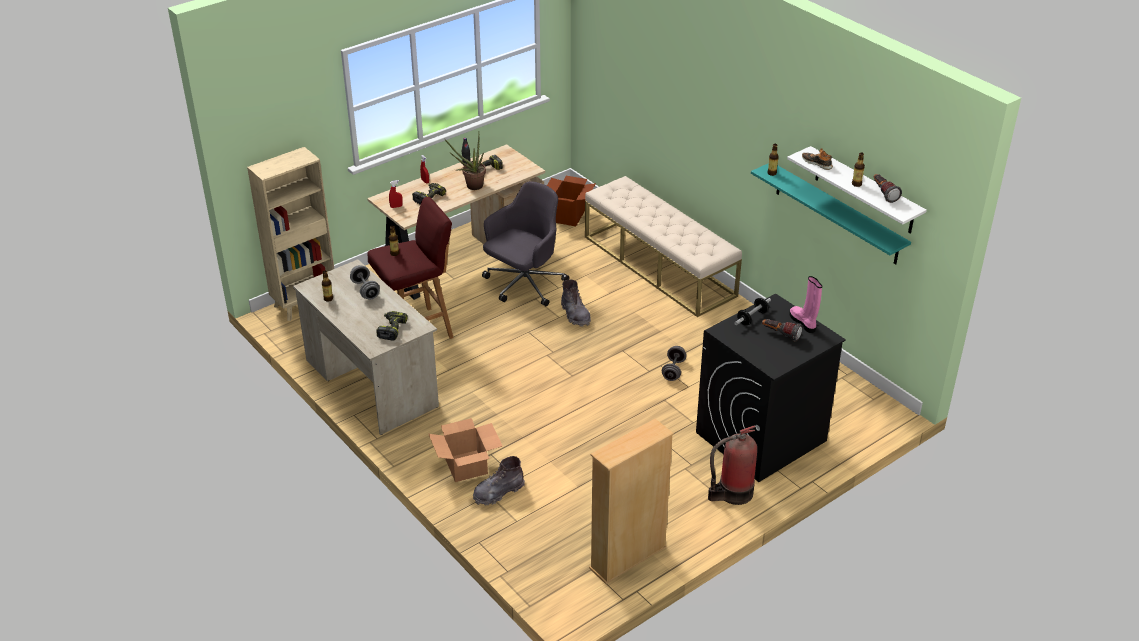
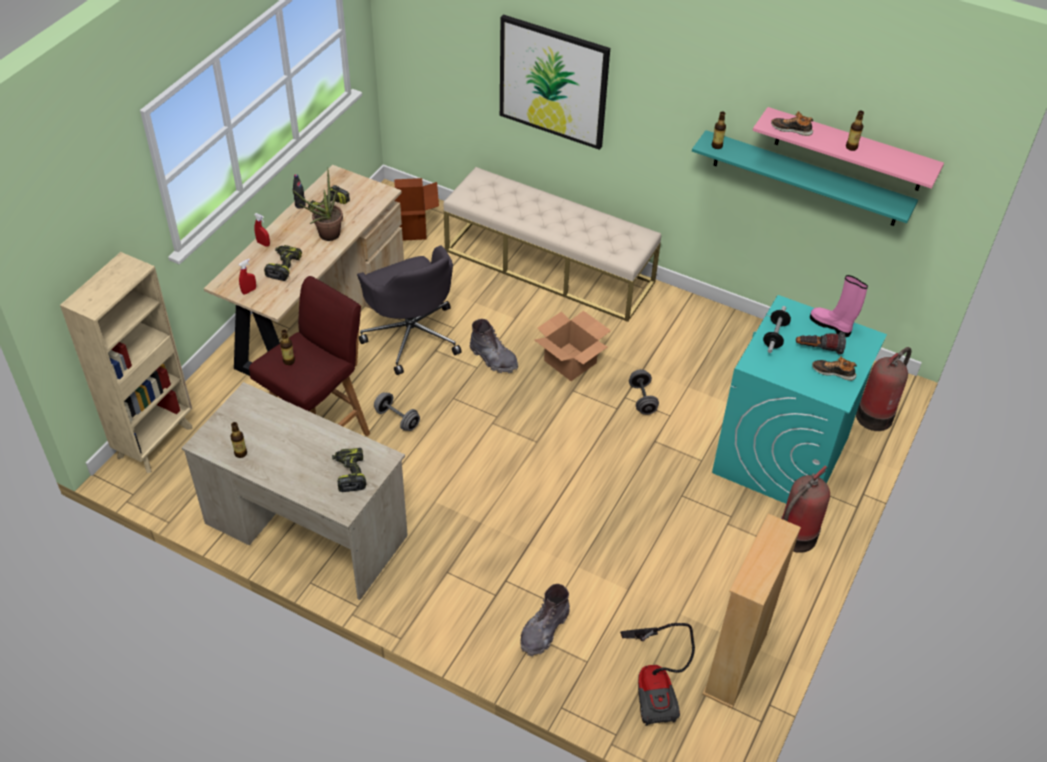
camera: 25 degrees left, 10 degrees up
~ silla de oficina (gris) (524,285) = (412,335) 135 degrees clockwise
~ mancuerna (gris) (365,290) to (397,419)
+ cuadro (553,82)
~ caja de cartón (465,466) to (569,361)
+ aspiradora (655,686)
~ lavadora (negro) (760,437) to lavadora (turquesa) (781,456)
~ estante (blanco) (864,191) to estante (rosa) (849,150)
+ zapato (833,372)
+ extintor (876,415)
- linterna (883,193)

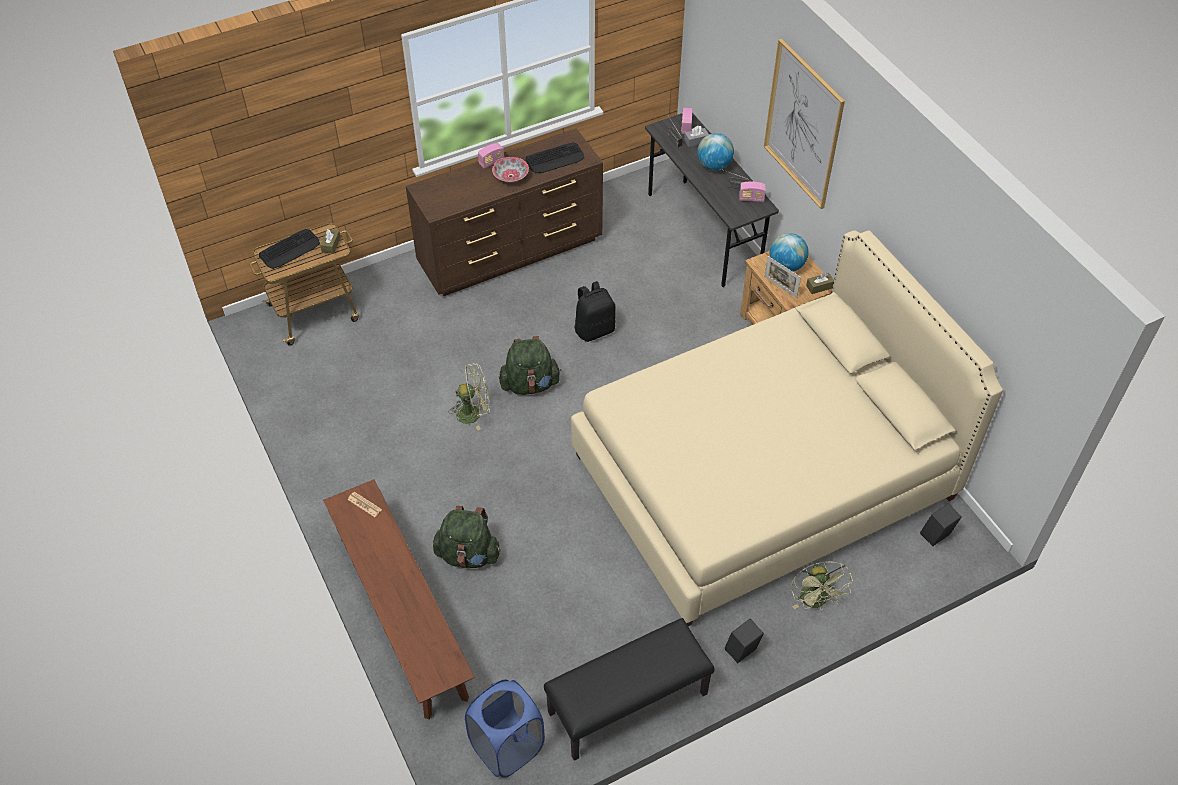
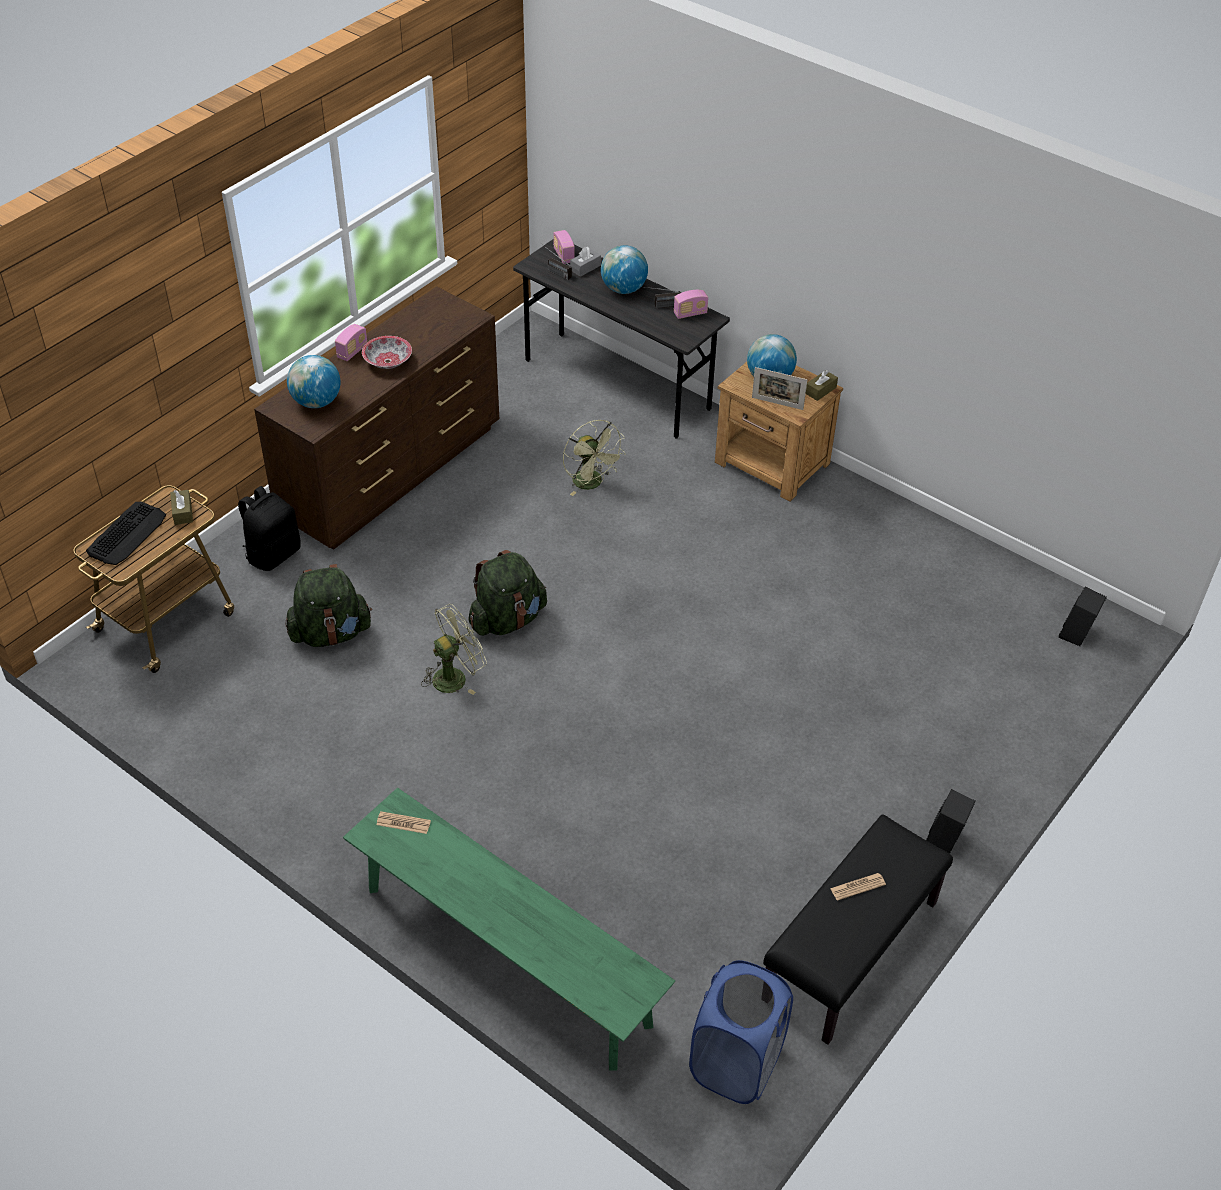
camera: 25 degrees left, 5 degrees down
~ mochila (negro) (594,329) to (273,554)
~ mochila (verde) (468,555) to (331,633)
+ globo terráqueo (316,402)
~ banco (marrón) (402,616) to banco (verde) (506,955)
~ ventilador (verde) (816,602) to (592,484)
+ periódico (857,887)
- teclado (555,159)
- cama (beis) (762,476)
- cuadro (803,124)

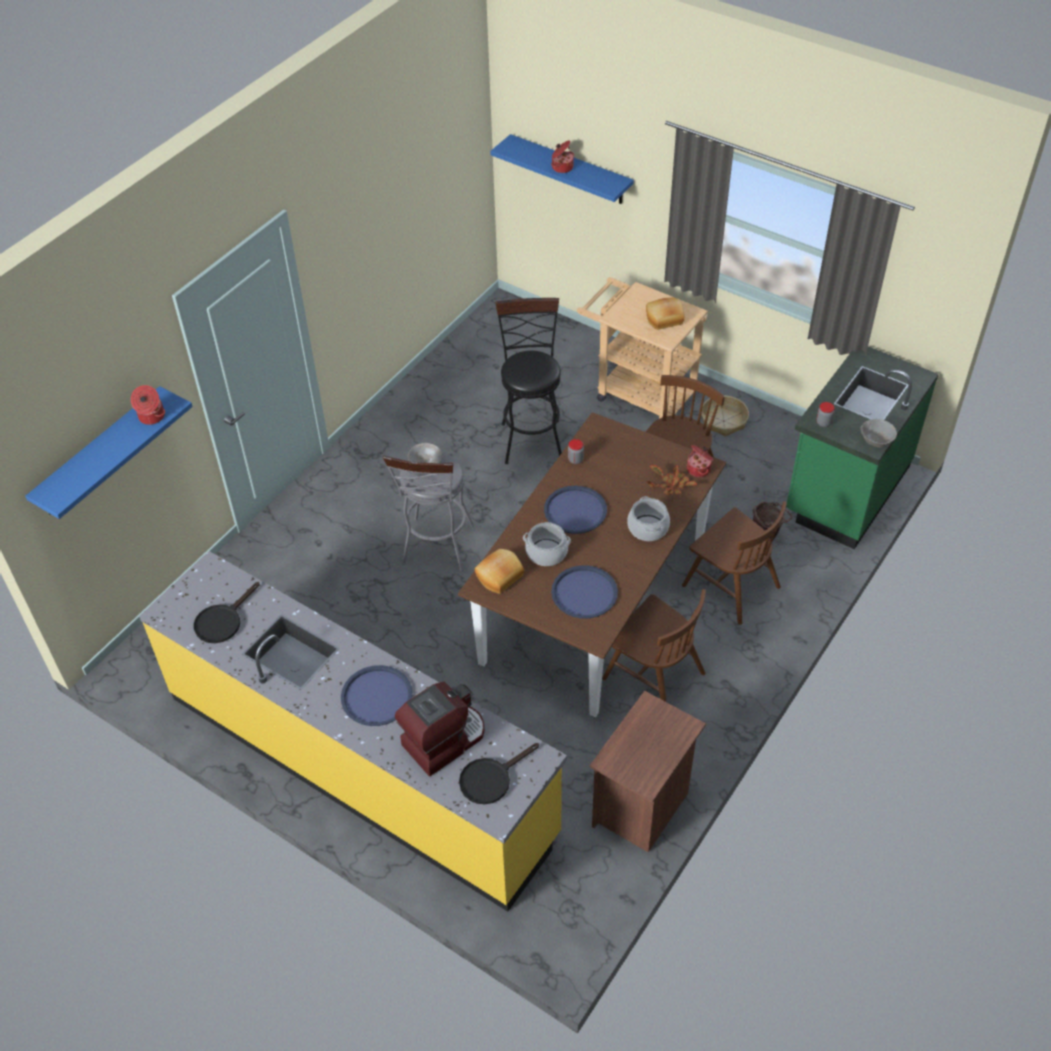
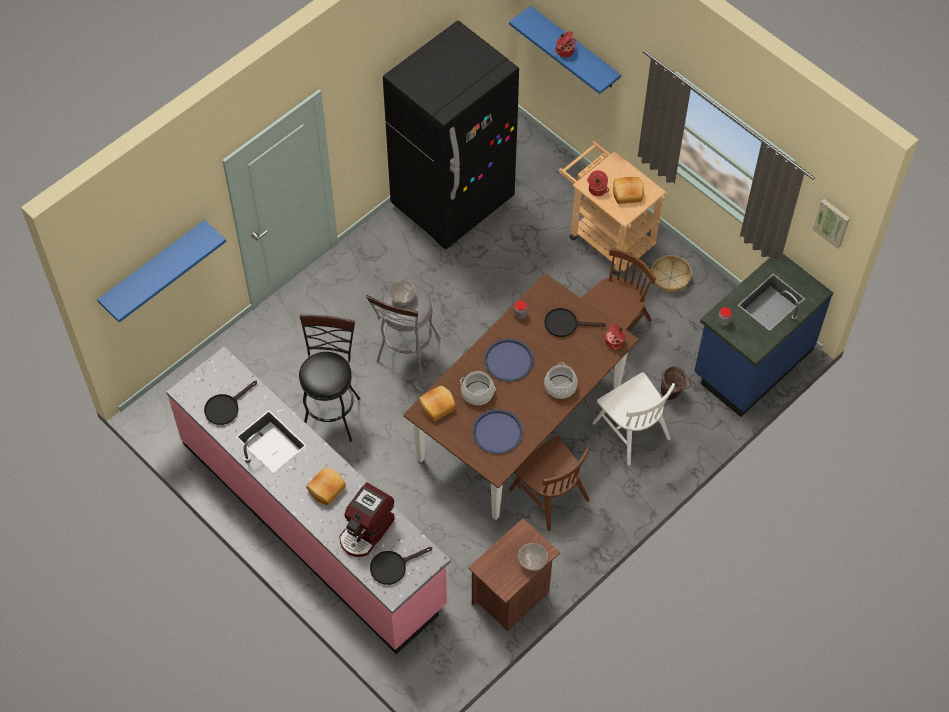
camera: 10 degrees right, 10 degrees up
~ mueble bajo de cocina (amarillo) (360,764) to mueble bajo de cocina (rosa) (313,523)
~ taburete (negro) (531,436) to (331,411)
~ bandeja (azul) (376,696) to pan (326,489)
~ cafetera (444,740) = (366,531) 150 degrees clockwise
+ nevera (negro) (453,201)
~ cuenco (gris) (876,442) to (532,562)
+ sartén (negro) (566,324)
~ olla (151,417) to (597,190)
~ silla (marrón) (730,586) to silla (blanco) (631,430)
~ mueble bajo de cocina (verde) (845,490) to mueble bajo de cocina (azul) (752,362)
+ cuadro (832,222)
- planta en maceta (671,486)

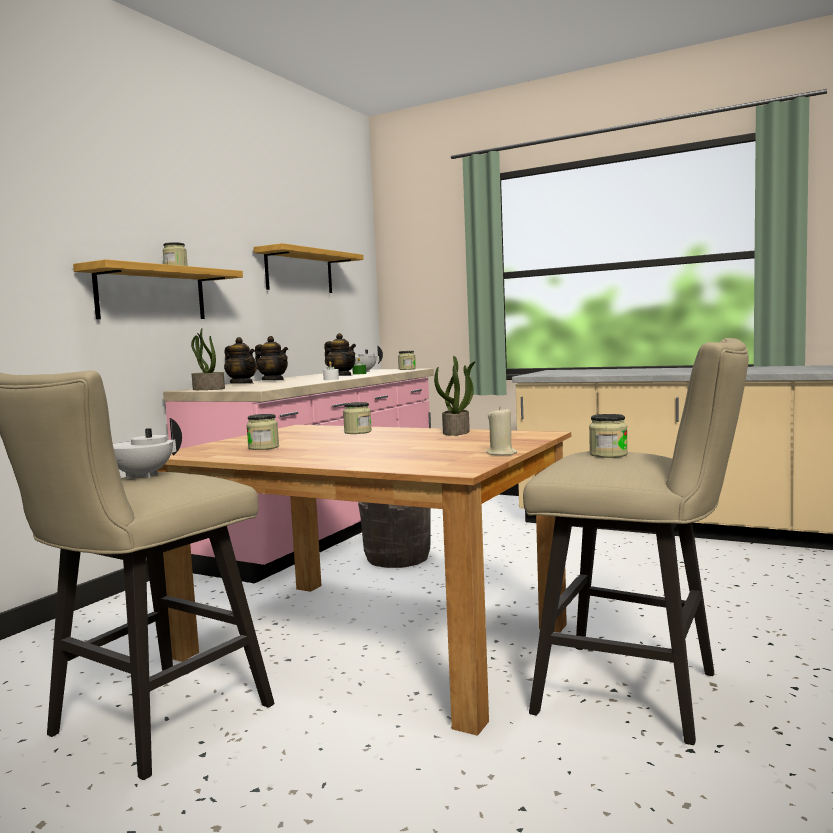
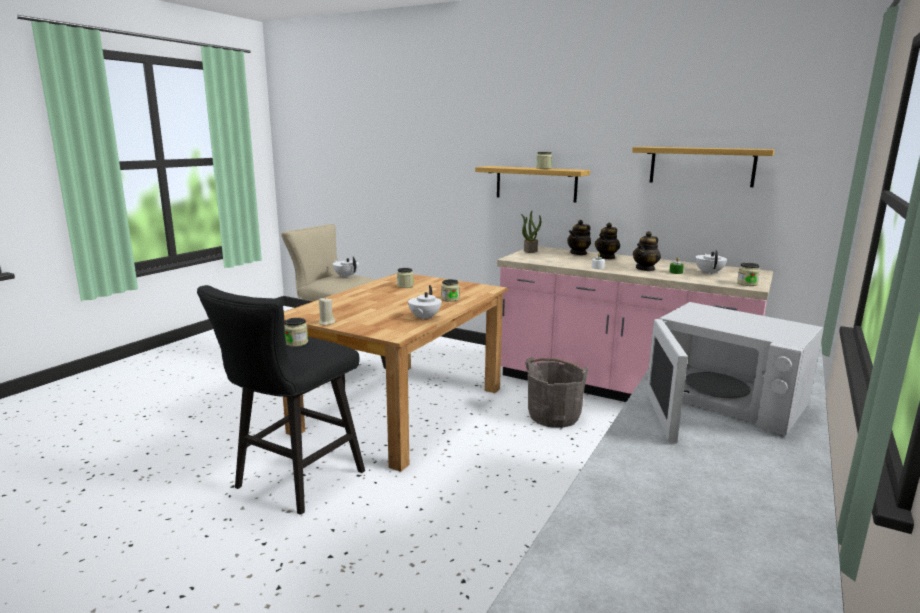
camera: 90 degrees right, 10 degrees up
~ taburete (beis) (641,694) to taburete (negro) (293,483)
~ planta en maceta (456,432) to tetera (blanco) (424,318)
+ microondas (blanco) (721,401)

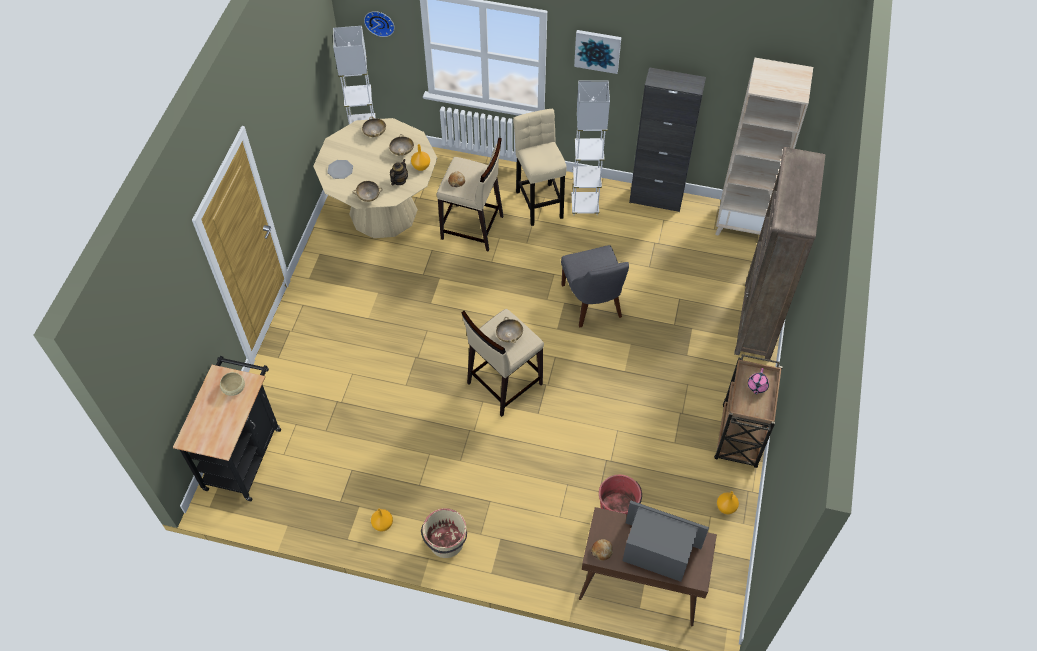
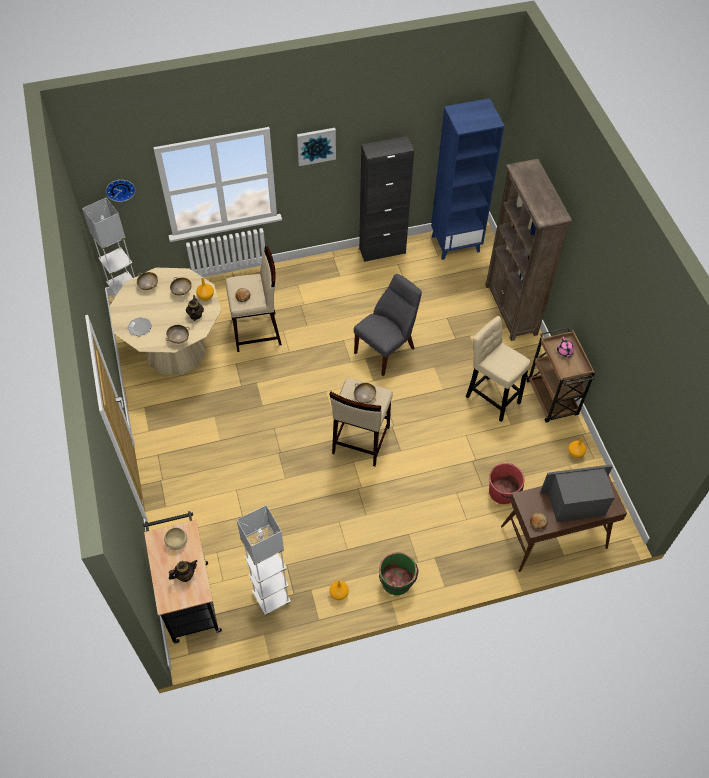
camera: 30 degrees left, 0 degrees up
+ tetera (185,575)
~ lámpara de pie (blanco) (585,205) to (271,598)
~ silla (gris) (592,303) = (387,349) 90 degrees counterclockwise
~ cubo (beis) (446,543) to cubo (verde) (396,582)
~ estantería (beis) (742,224) to estantería (azul) (455,243)
~ taburete (beis) (539,201) to (491,397)

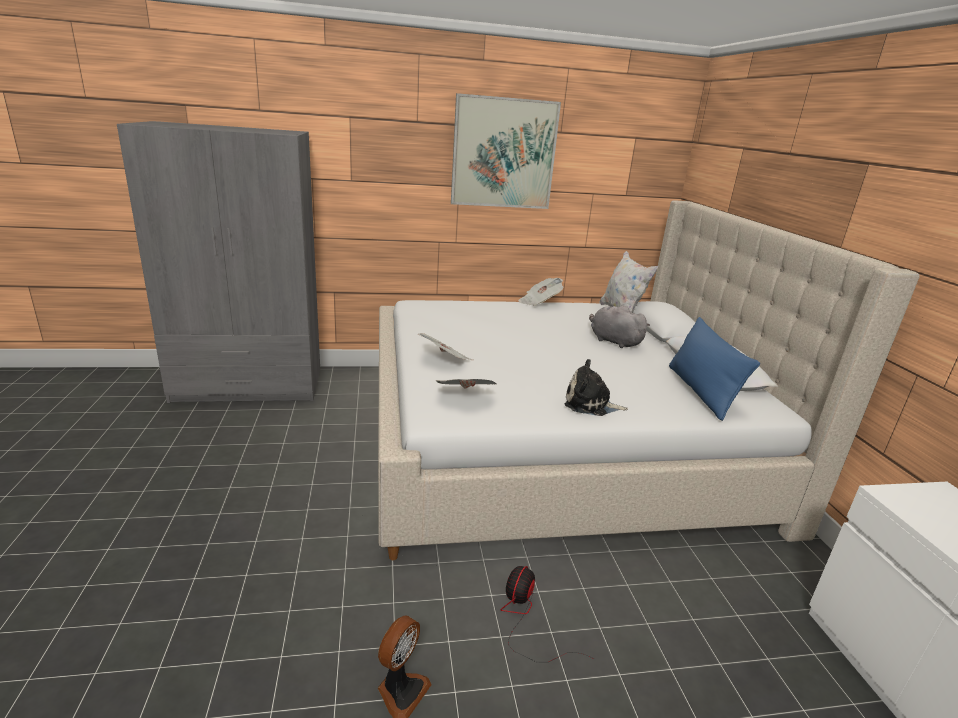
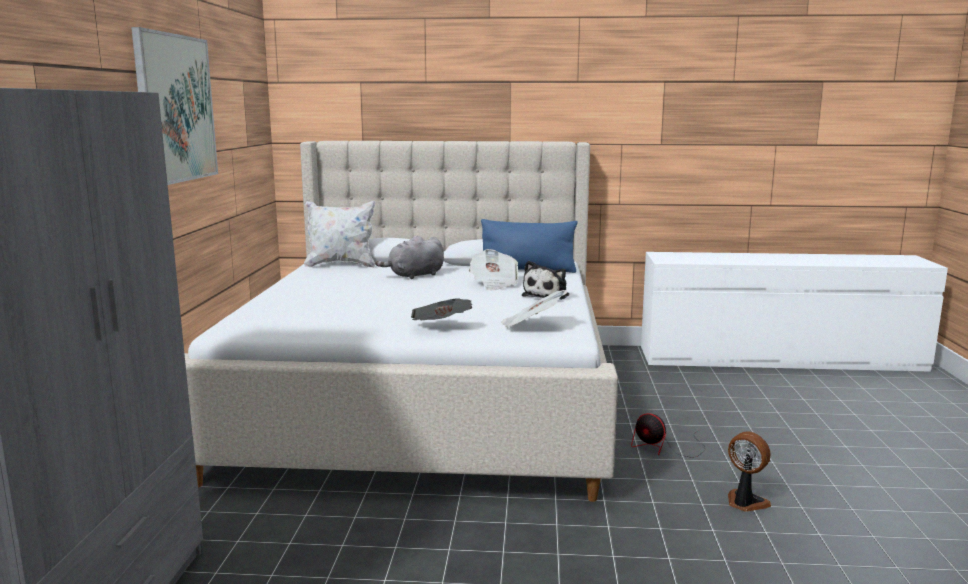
camera: 75 degrees left, 10 degrees down
~ periódico (539,302) to (494,284)

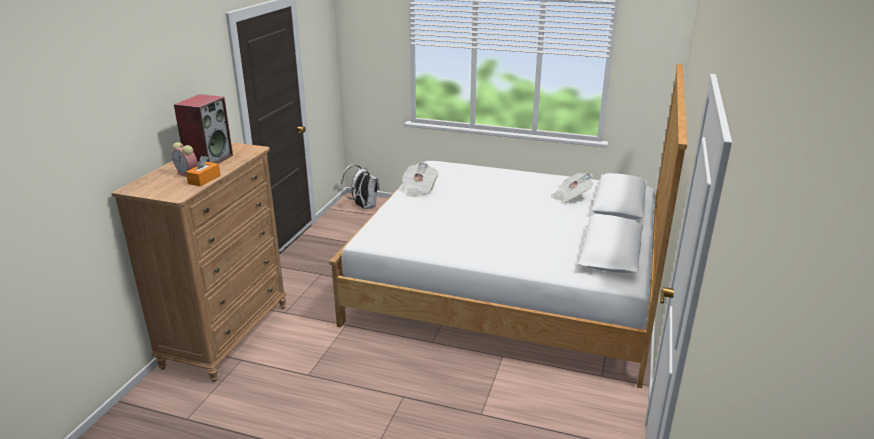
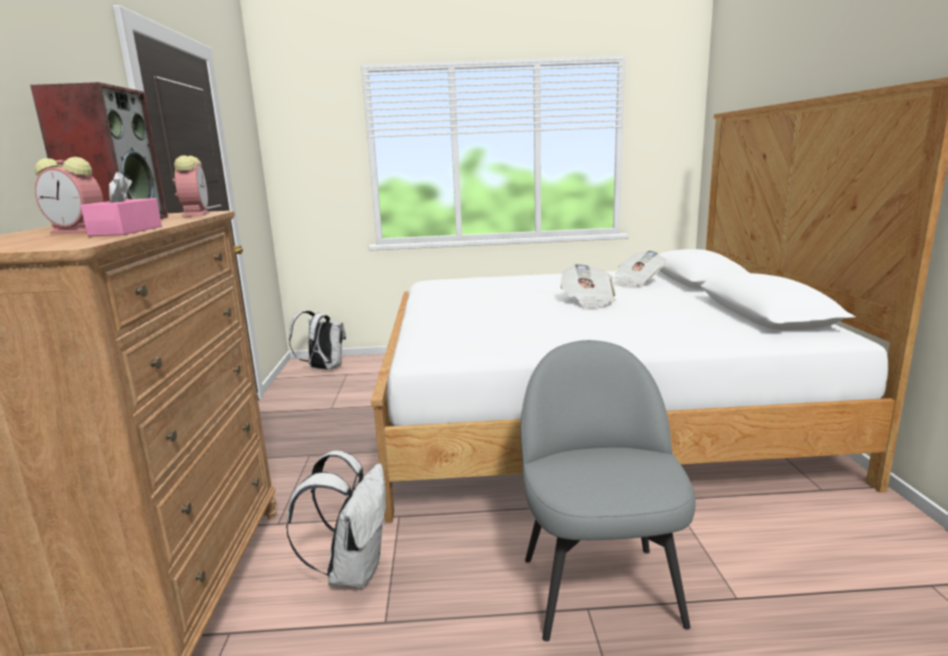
camera: 20 degrees left, 10 degrees down
~ caja de pañuelos (naranja) (204,179) to caja de pañuelos (rosa) (126,231)
+ despertador (195,214)
+ mochila (blanco) (353,570)
+ silla (gris) (599,587)
~ periódico (418,189) to (587,301)

